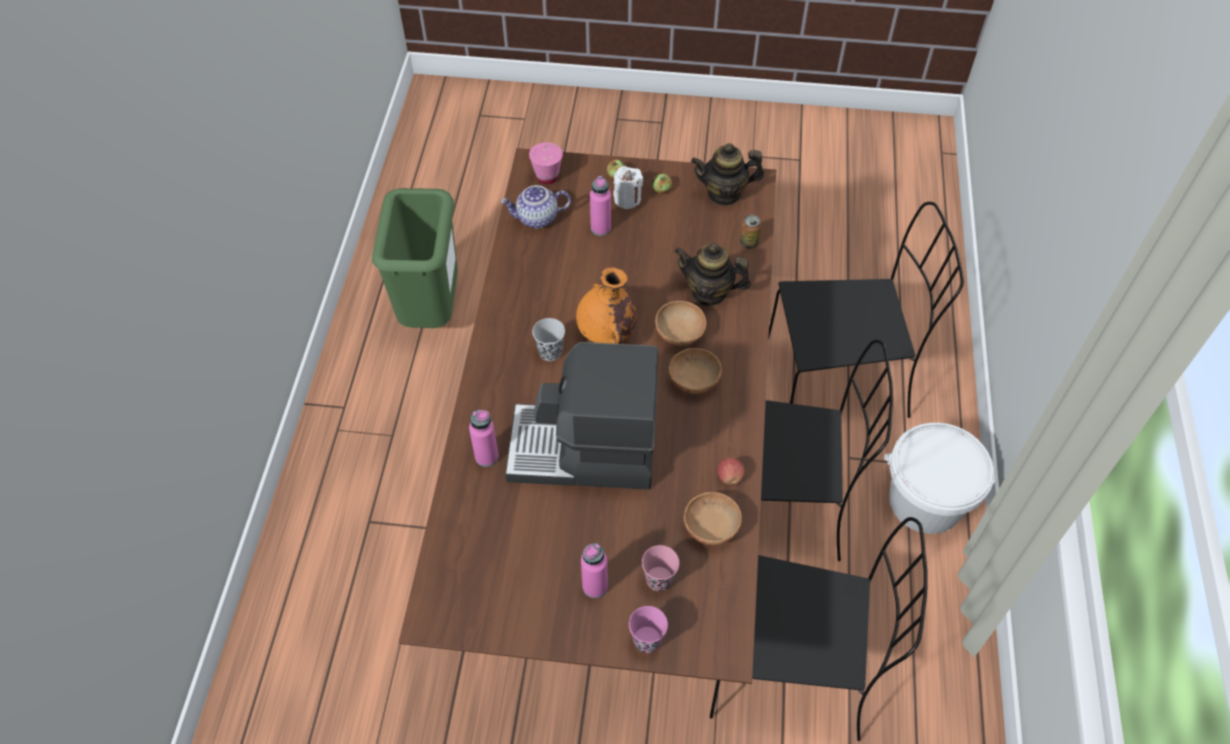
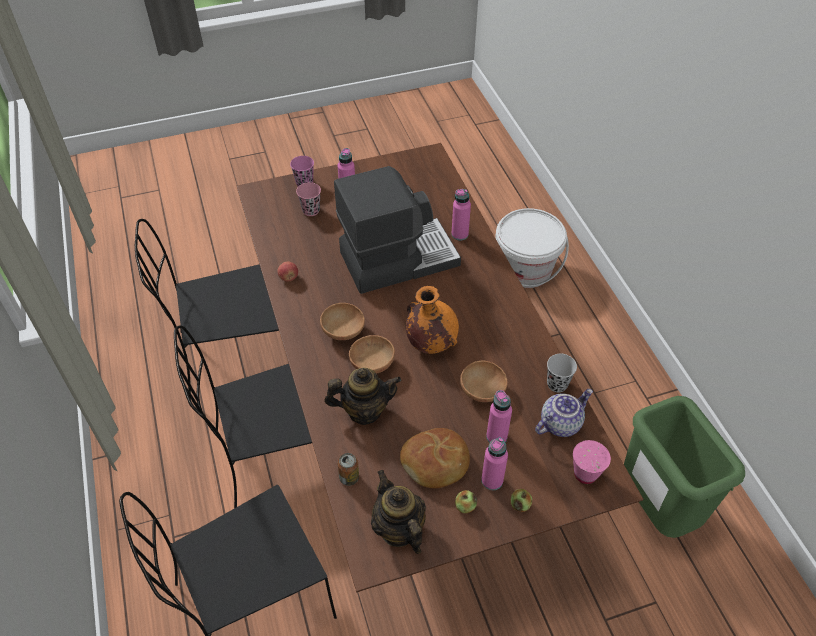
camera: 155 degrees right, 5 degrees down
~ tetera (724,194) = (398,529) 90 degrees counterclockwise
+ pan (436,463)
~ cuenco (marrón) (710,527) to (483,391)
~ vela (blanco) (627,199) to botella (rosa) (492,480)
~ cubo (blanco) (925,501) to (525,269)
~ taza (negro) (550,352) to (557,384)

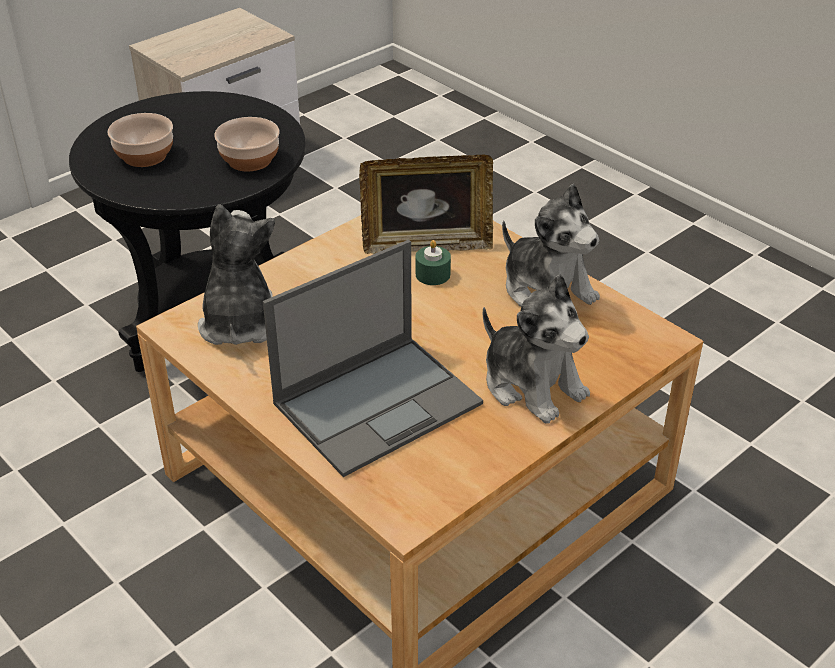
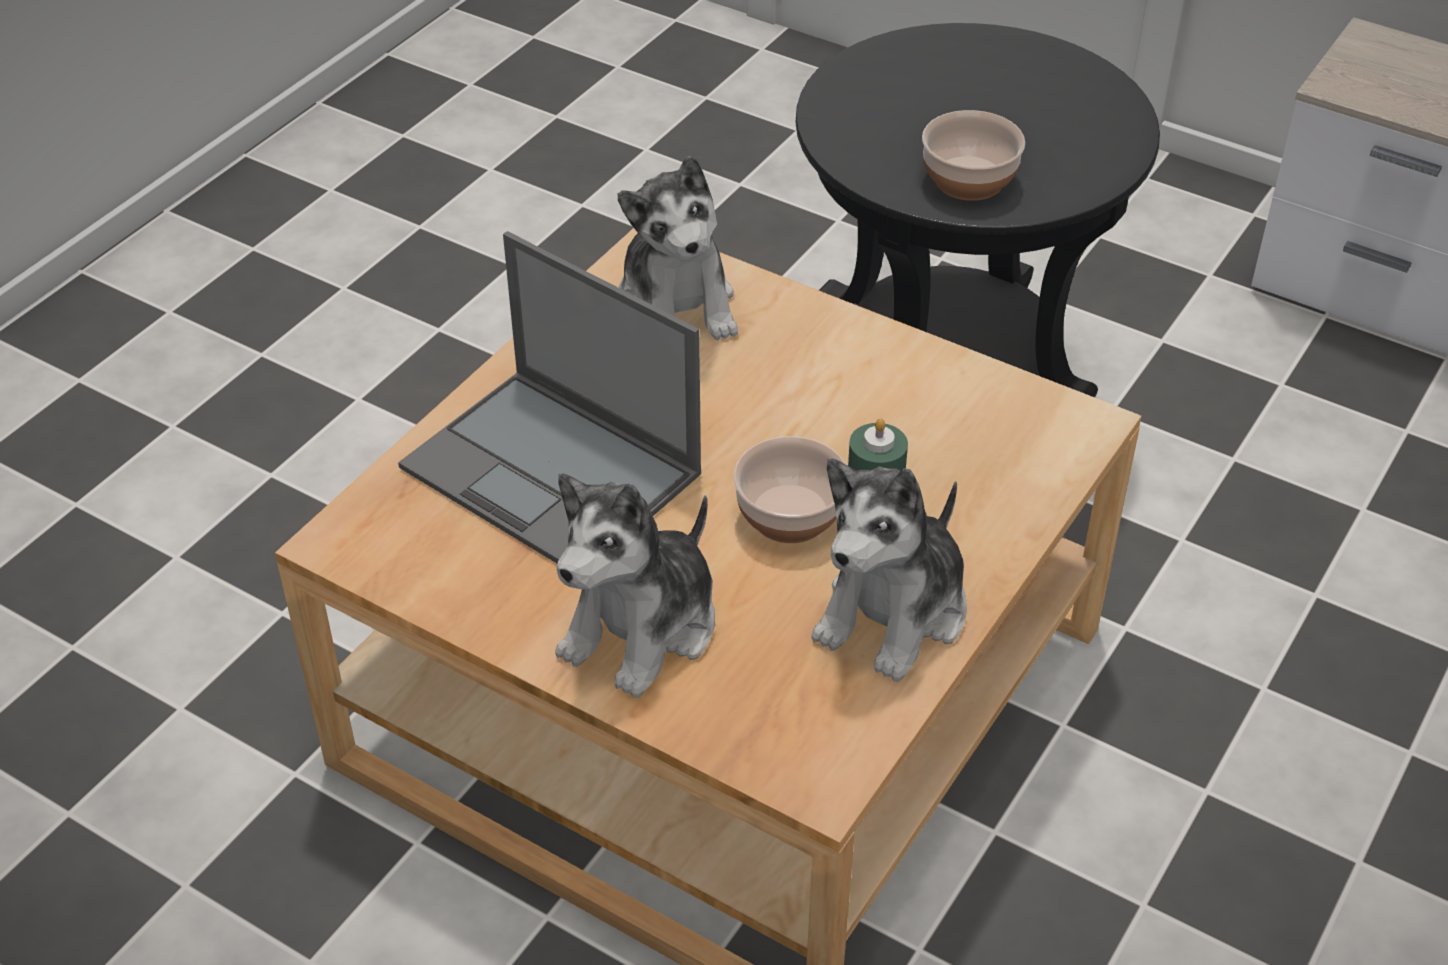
camera: 75 degrees right, 5 degrees up
~ peluche (239,323) = (677,305) 90 degrees clockwise
~ cuenco (145,155) to (791,516)
- portarretratos (426,245)

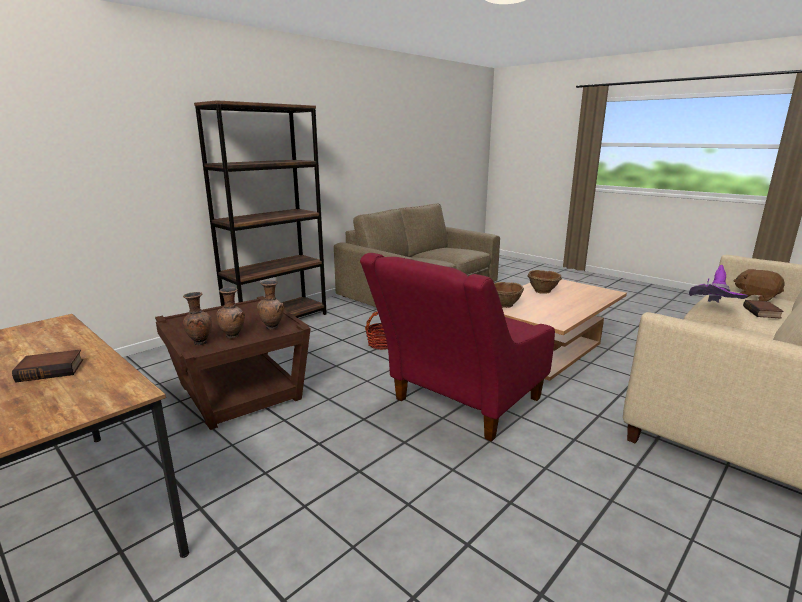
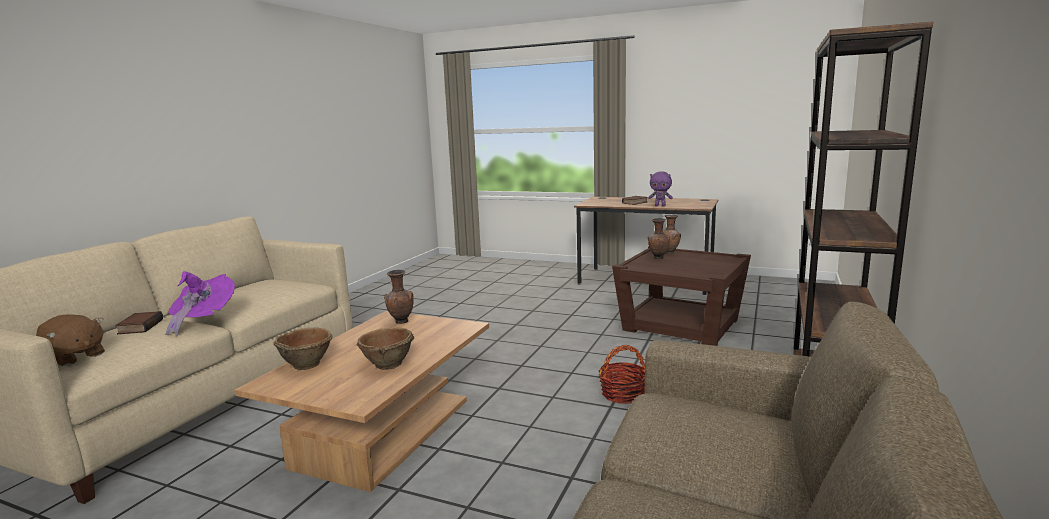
camera: 160 degrees right, 5 degrees down
~ cuenco (marrón) (504,305) to (306,364)
~ florero (marrón) (273,327) to (401,322)
+ peluche (morado) (660,205)
- sillón (rojo) (460,404)

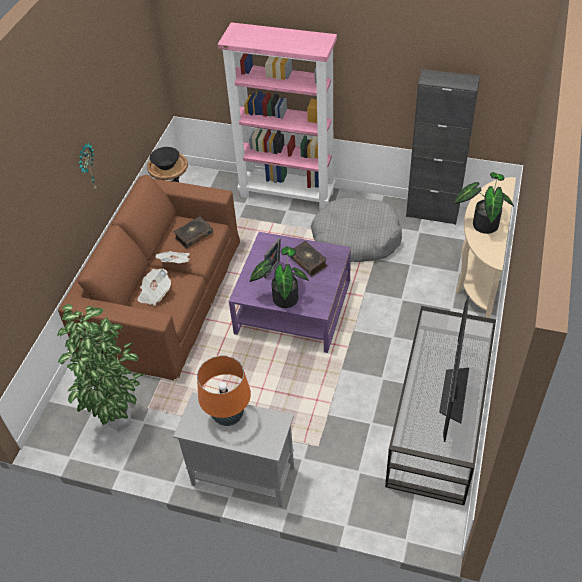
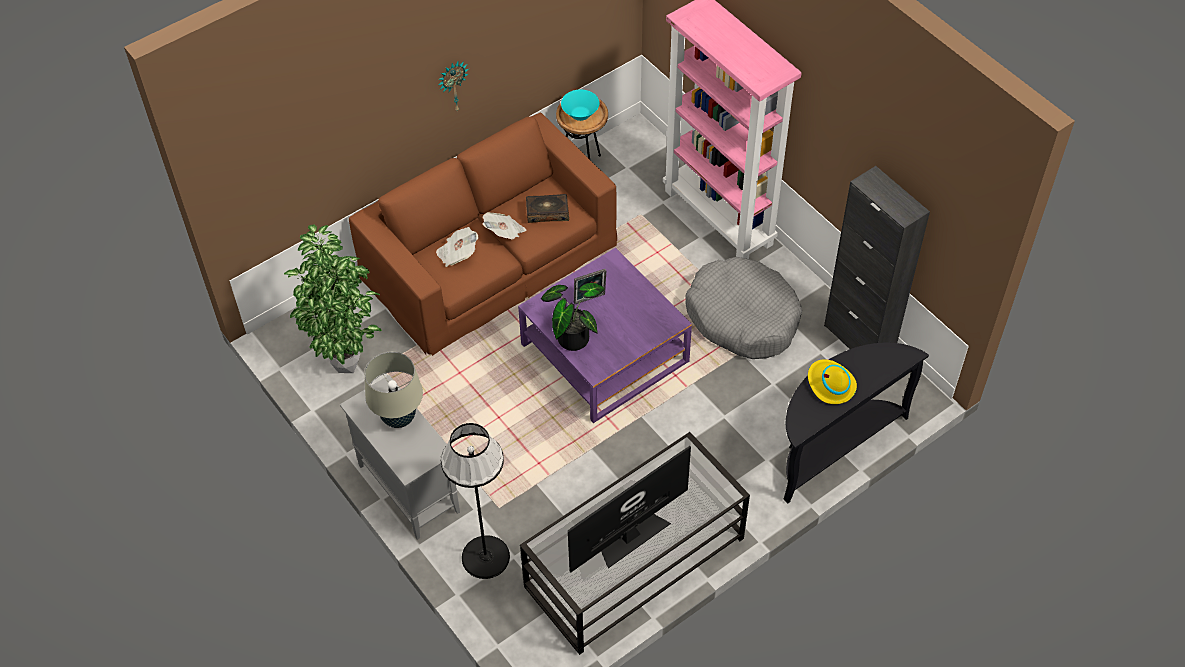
camera: 35 degrees right, 5 degrees up
~ lámpara de mesa (naranja) (228,416) to lámpara de mesa (beis) (399,418)
+ lámpara de pie (negro) (485,557)
~ cuenco (negro) (166,166) to cuenco (turquesa) (580,114)
~ mesa consola (beis) (478,276) to mesa consola (negro) (833,445)
~ planta en maceta (482,223) to sombrero (amarillo) (830,384)
- libro (308,262)

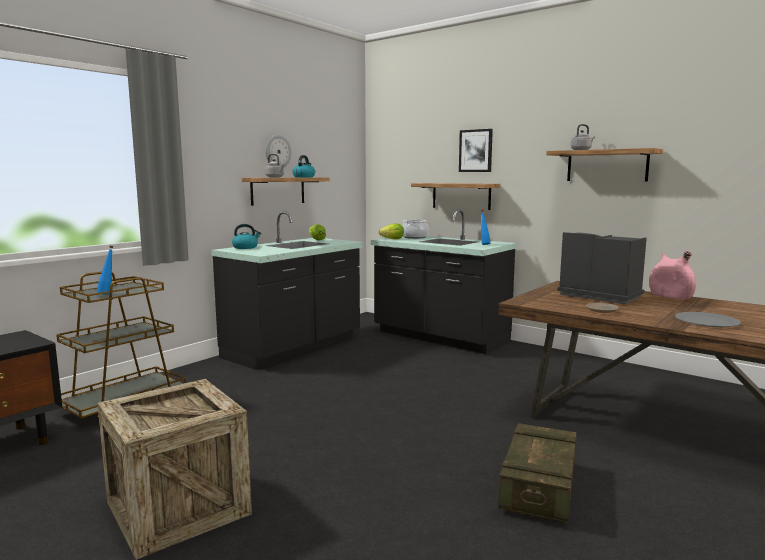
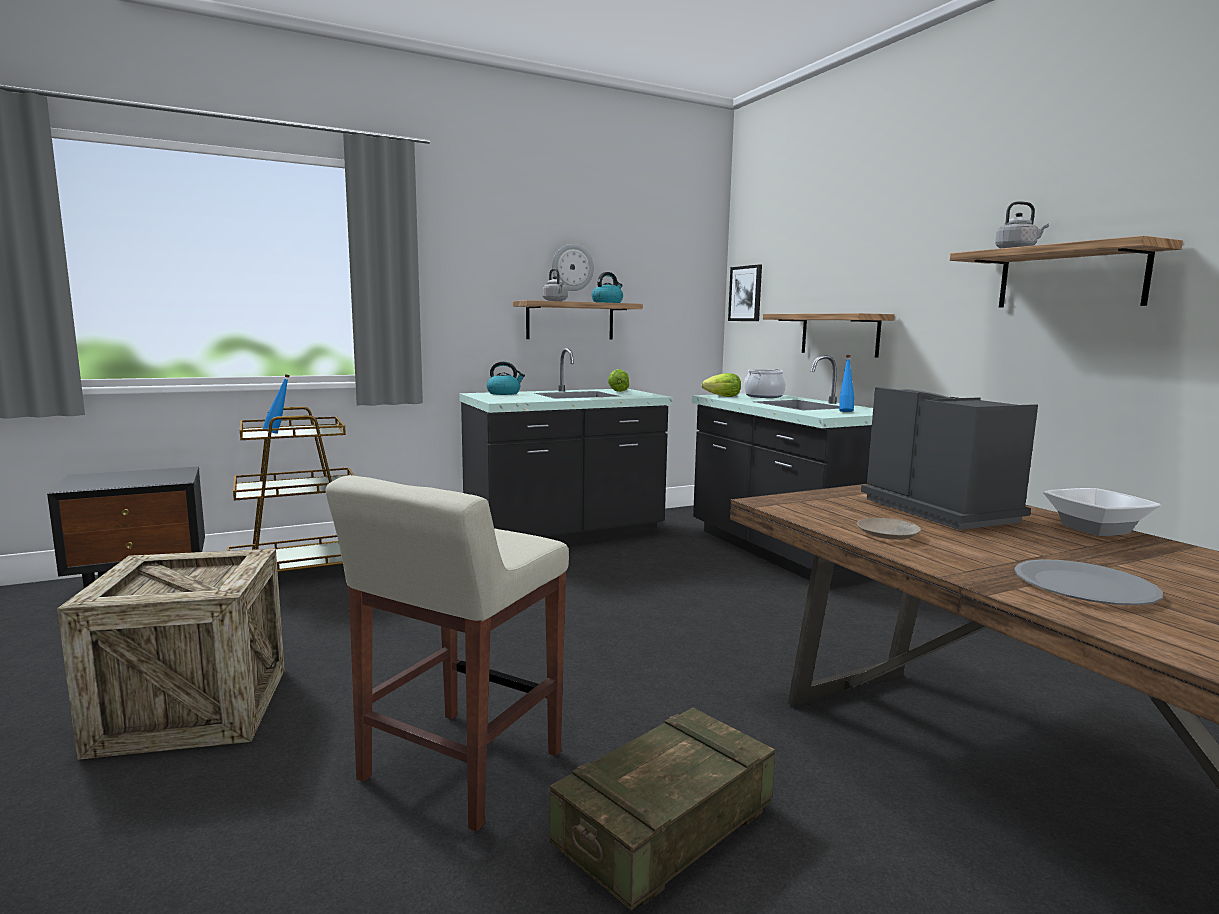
camera: 25 degrees right, 0 degrees up
+ taburete (beis) (459,767)
~ cuadro (476,150) to (746,293)
~ florero (rosa) (670,296) to cuenco (1097,529)

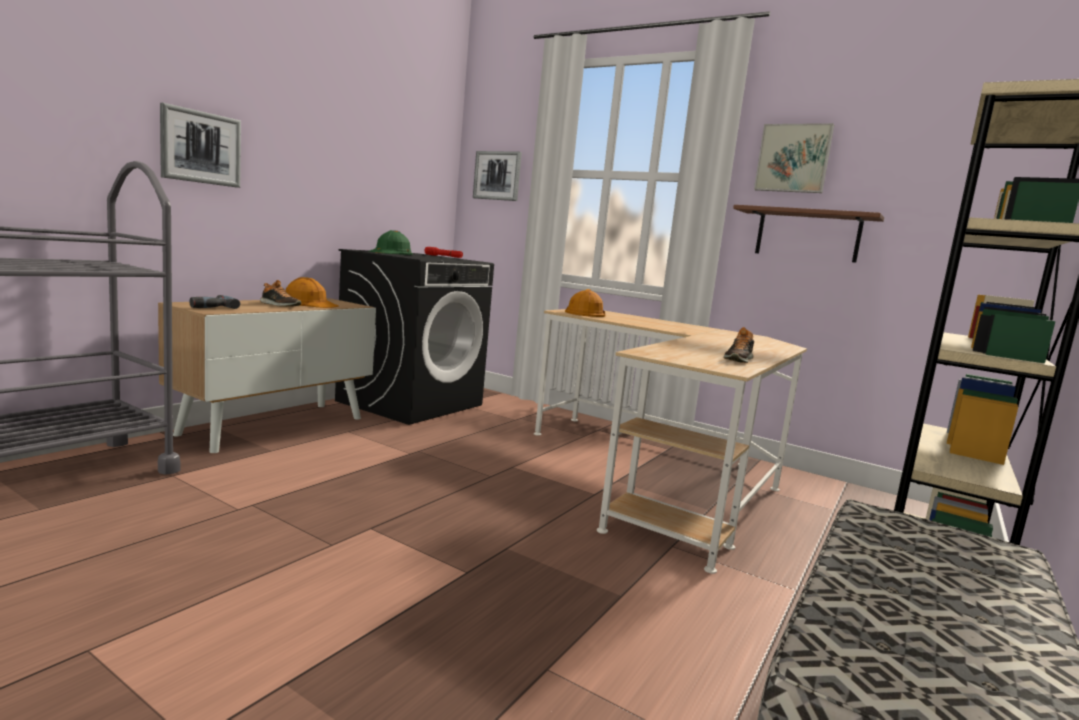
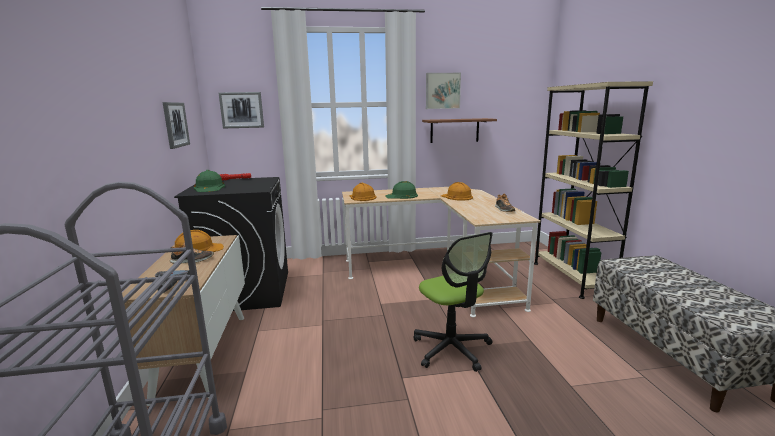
camera: 40 degrees left, 5 degrees up
~ cuadro (200,147) to (175,124)
+ casco (verde) (402,196)
+ silla de oficina (452,349)
+ casco (naranja) (457,197)

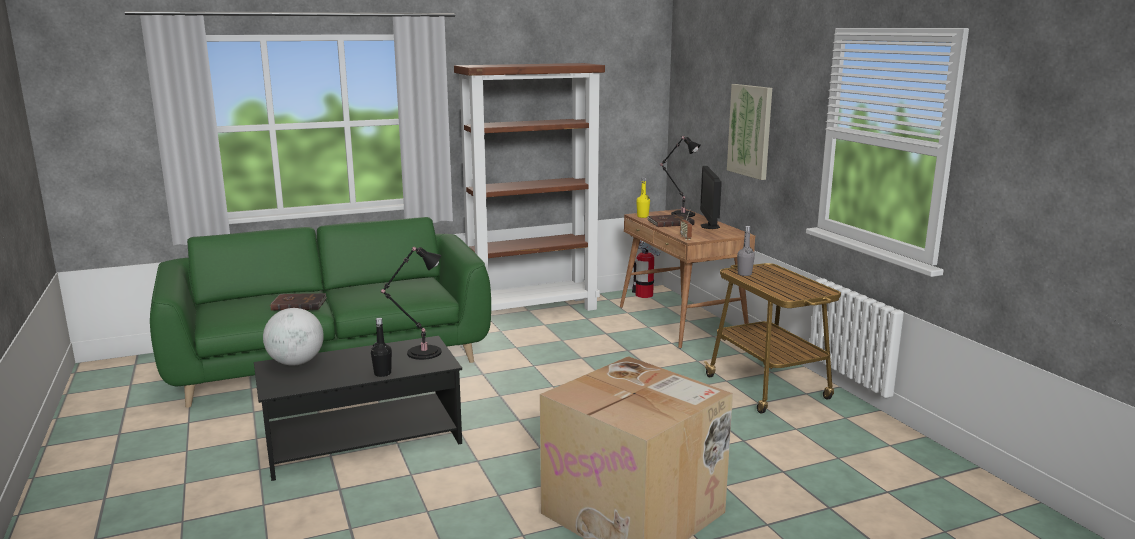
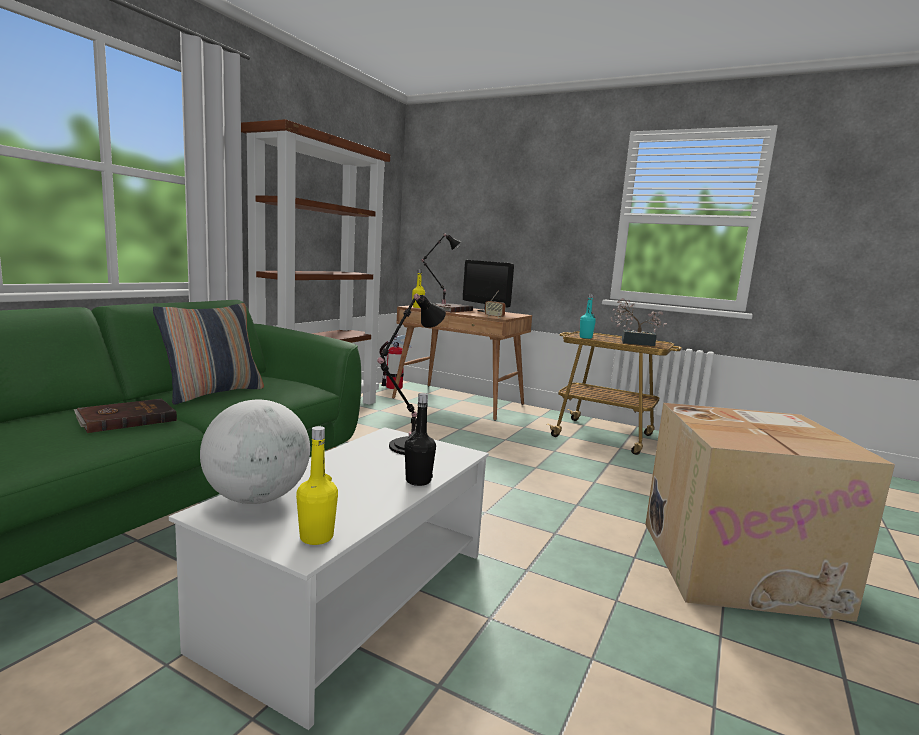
camera: 40 degrees left, 5 degrees down
+ cojín (213,393)
~ mesa de centro (negro) (364,439) to mesa de centro (blanco) (354,596)
+ botella (amarillo) (316,537)
~ botella (gris) (744,274) to botella (turquesa) (585,337)
+ planta en maceta (633,342)
- cuadro (750,131)

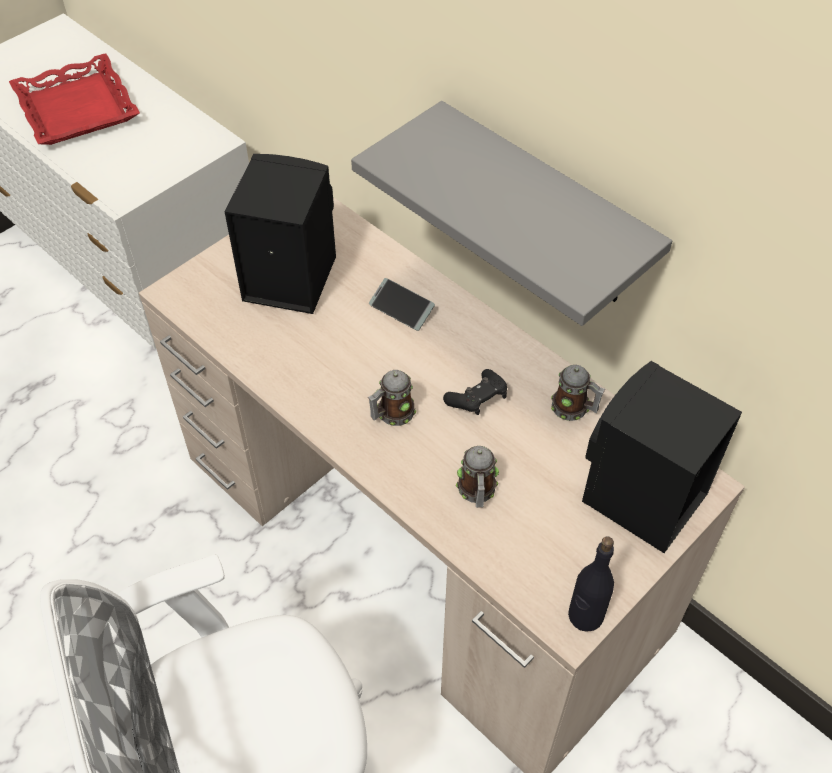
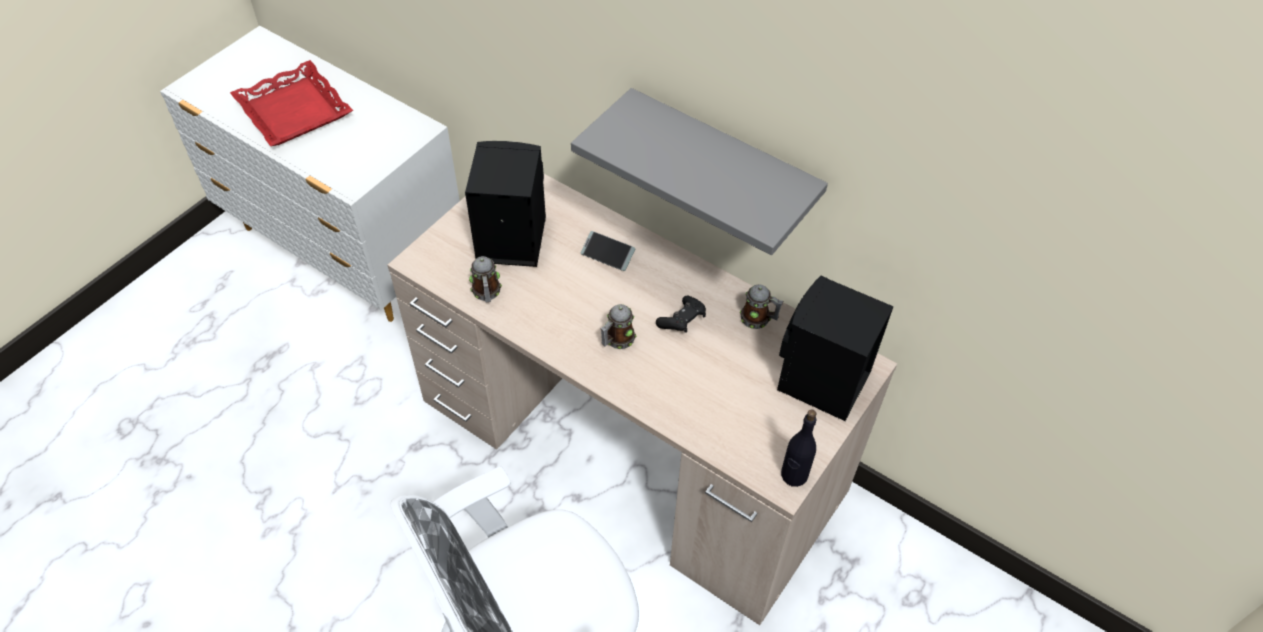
camera: 10 degrees left, 0 degrees up
~ taza grande (477,492) to (487,293)

